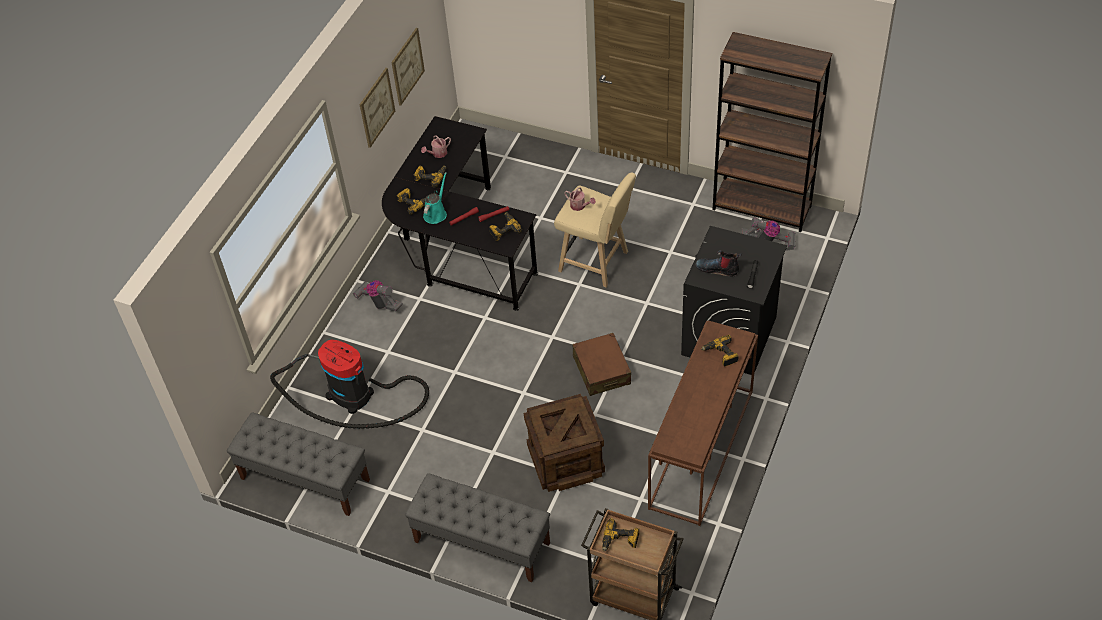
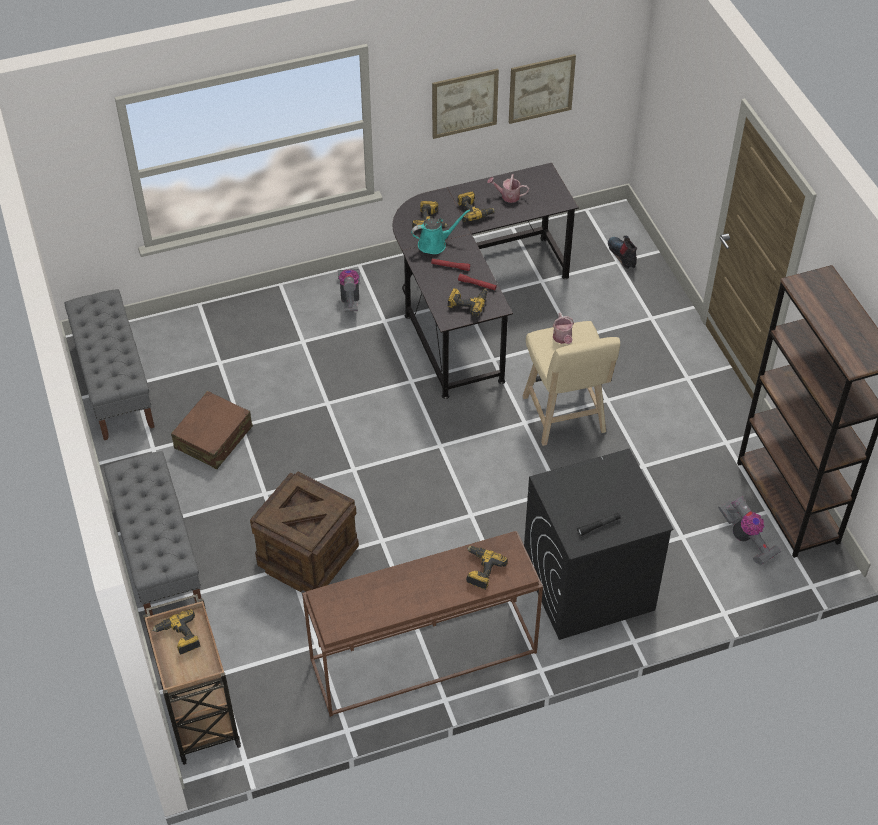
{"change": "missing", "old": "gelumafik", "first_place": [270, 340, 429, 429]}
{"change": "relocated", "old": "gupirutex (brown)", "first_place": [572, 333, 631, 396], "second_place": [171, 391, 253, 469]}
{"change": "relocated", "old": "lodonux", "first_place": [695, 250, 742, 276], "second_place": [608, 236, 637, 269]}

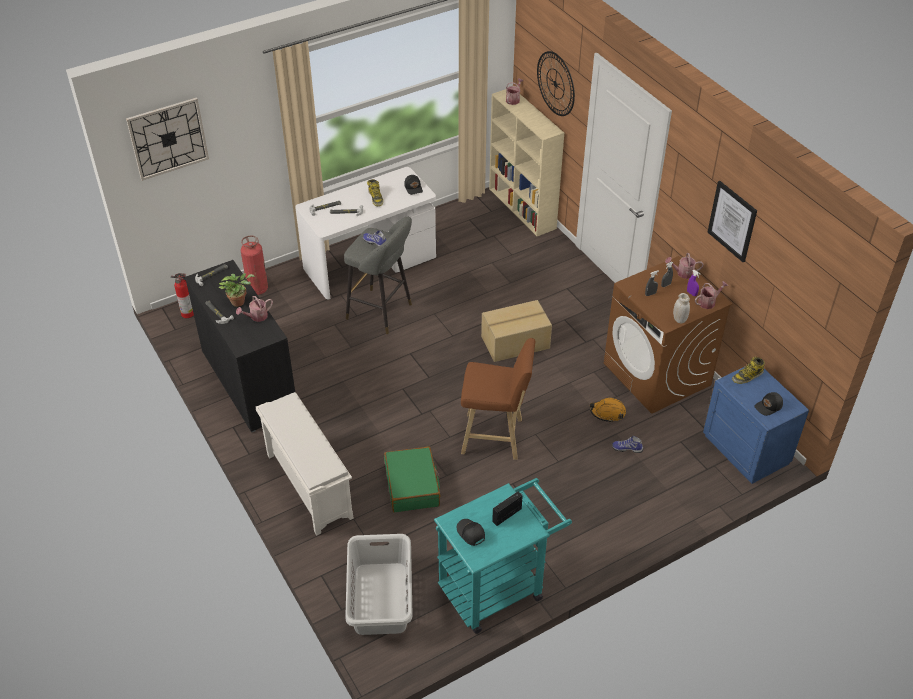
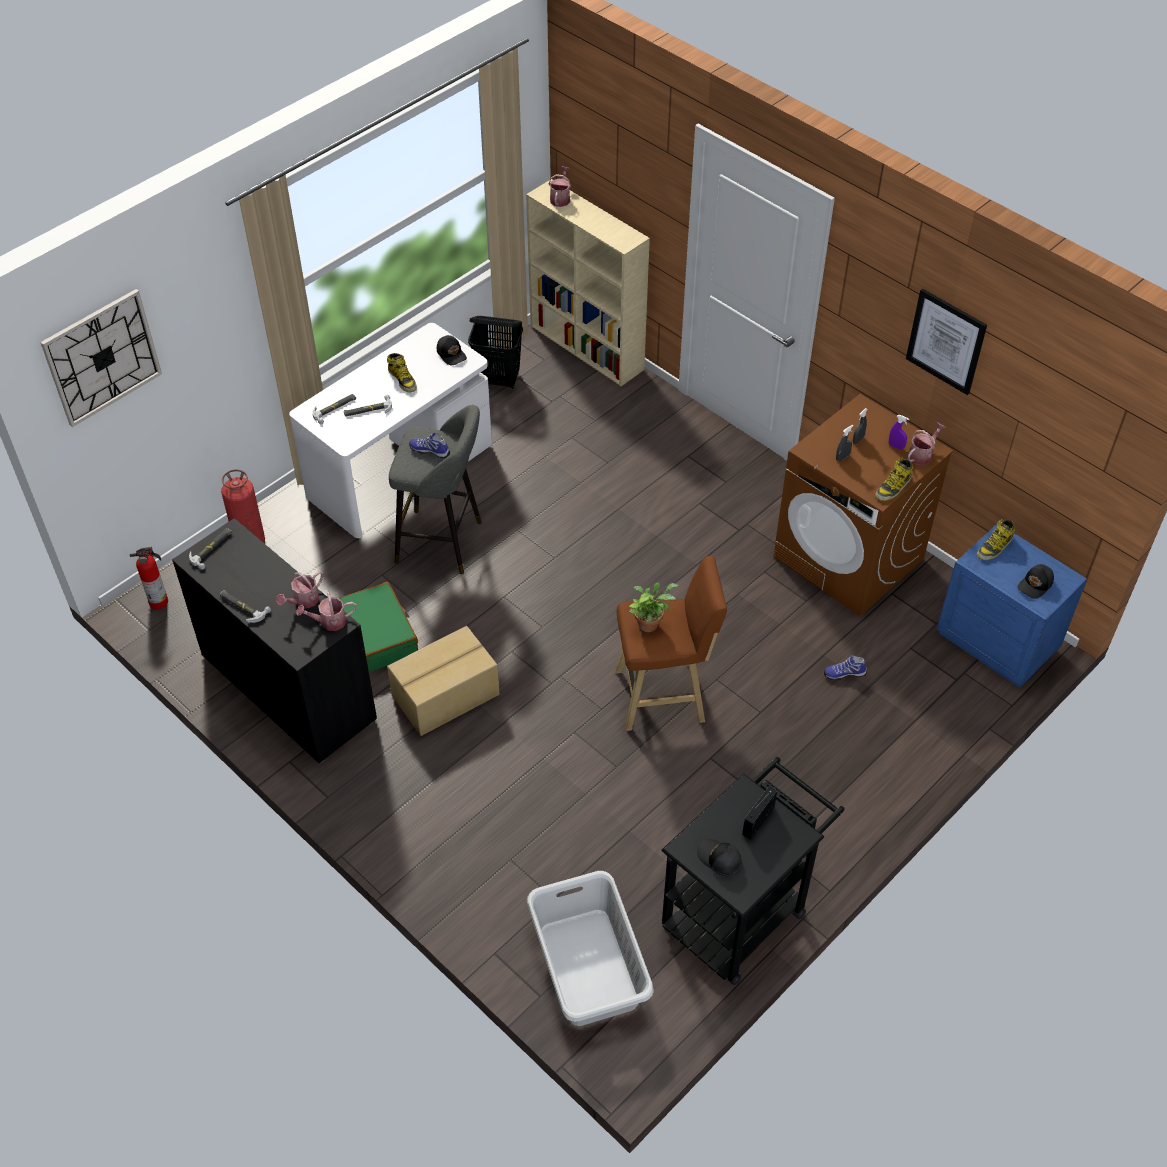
{"change": "missing", "old": "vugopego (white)", "first_place": [256, 392, 353, 536]}
{"change": "missing", "old": "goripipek", "first_place": [537, 51, 575, 116]}
{"change": "missing", "old": "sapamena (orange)", "first_place": [590, 398, 626, 423]}
{"change": "appeared", "new": "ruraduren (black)", "second_place": [468, 316, 523, 389]}
{"change": "relocated", "old": "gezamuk", "first_place": [219, 273, 255, 307], "second_place": [629, 583, 679, 632]}
{"change": "relocated", "old": "gupirutex (green)", "first_place": [384, 446, 440, 512], "second_place": [339, 582, 418, 672]}
{"change": "relocated", "old": "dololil", "first_place": [481, 300, 552, 362], "second_place": [387, 626, 499, 736]}
{"change": "relocated", "old": "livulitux", "first_place": [665, 253, 704, 279], "second_place": [296, 593, 357, 631]}
{"change": "exchanged", "old": "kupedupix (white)", "new": "lodonux", "first_place": [673, 293, 690, 323], "second_place": [875, 459, 913, 501]}
{"change": "colour", "old": "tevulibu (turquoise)", "new": "tevulibu (black)", "first_place": [434, 478, 572, 634], "second_place": [662, 757, 845, 985]}

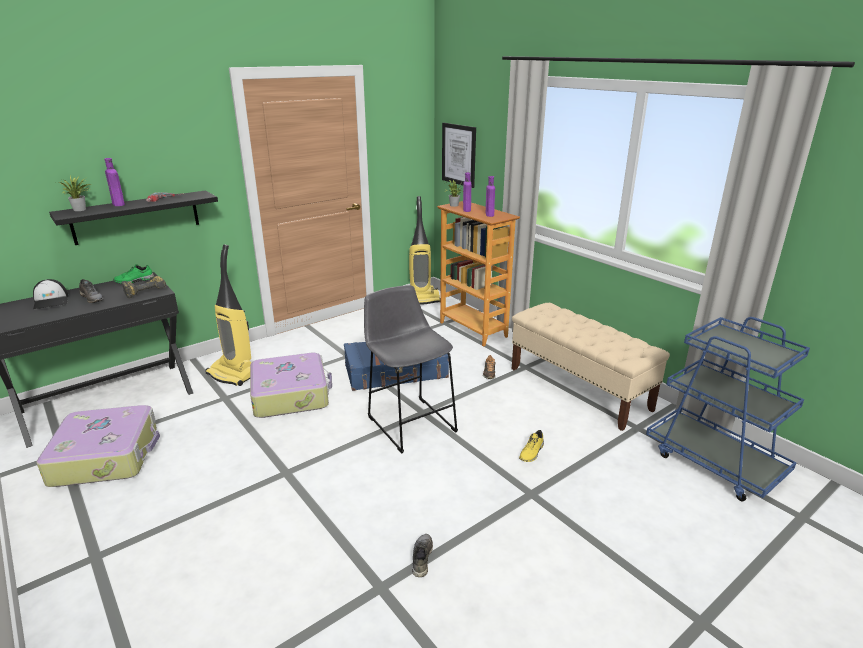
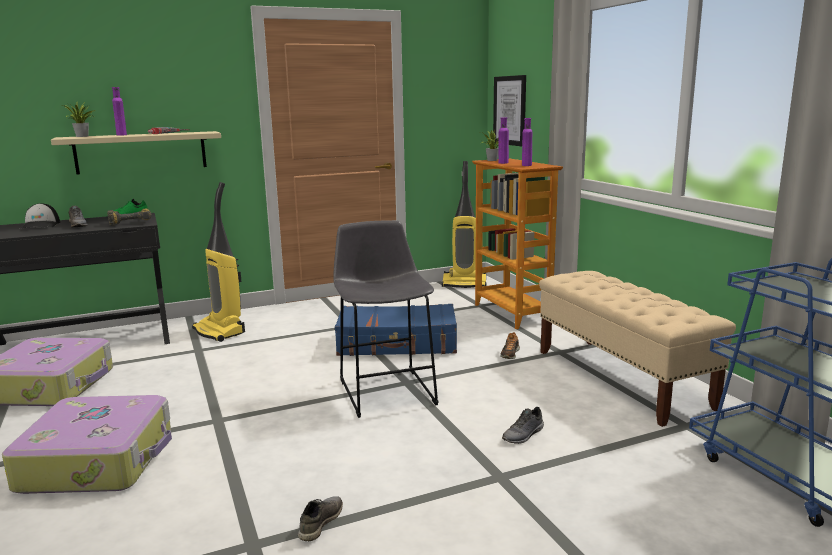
{"change": "relocated", "old": "gupirutex", "first_place": [250, 352, 332, 418], "second_place": [2, 395, 172, 494]}
{"change": "colour", "old": "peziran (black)", "new": "peziran (beige)", "first_place": [49, 191, 218, 245], "second_place": [51, 131, 221, 174]}
{"change": "colour", "old": "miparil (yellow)", "new": "miparil (grey)", "first_place": [519, 430, 544, 462], "second_place": [502, 407, 544, 444]}

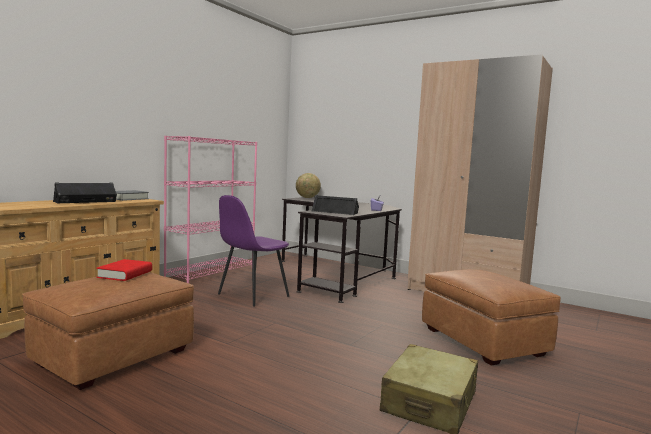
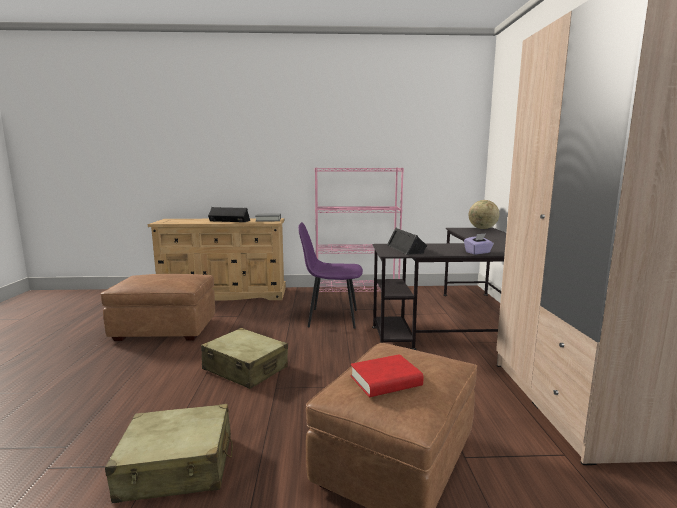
{"change": "appeared", "new": "gupirutex (beige)", "second_place": [201, 328, 288, 389]}
{"change": "relocated", "old": "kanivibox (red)", "first_place": [96, 259, 152, 281], "second_place": [351, 354, 423, 397]}

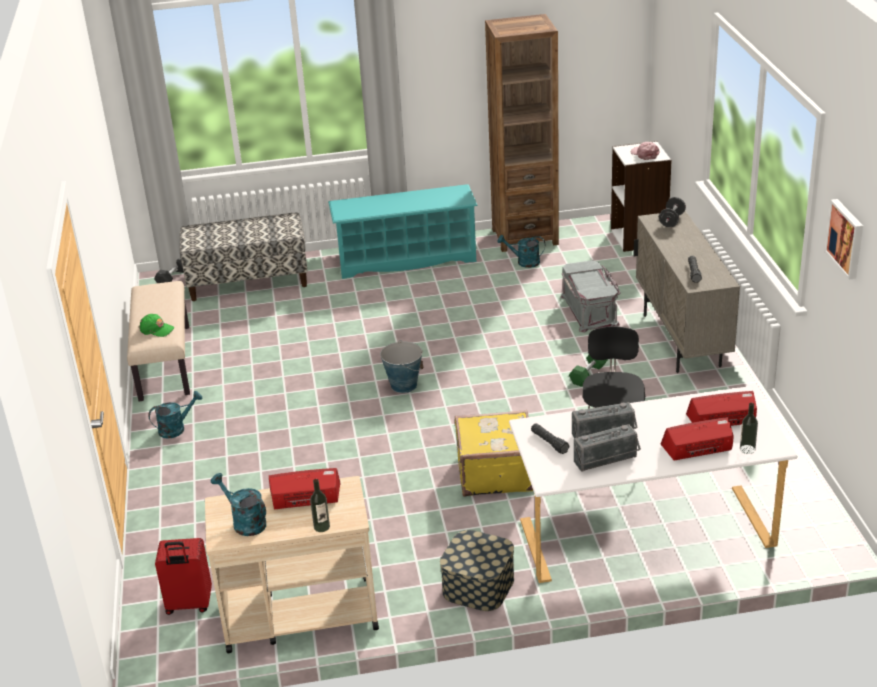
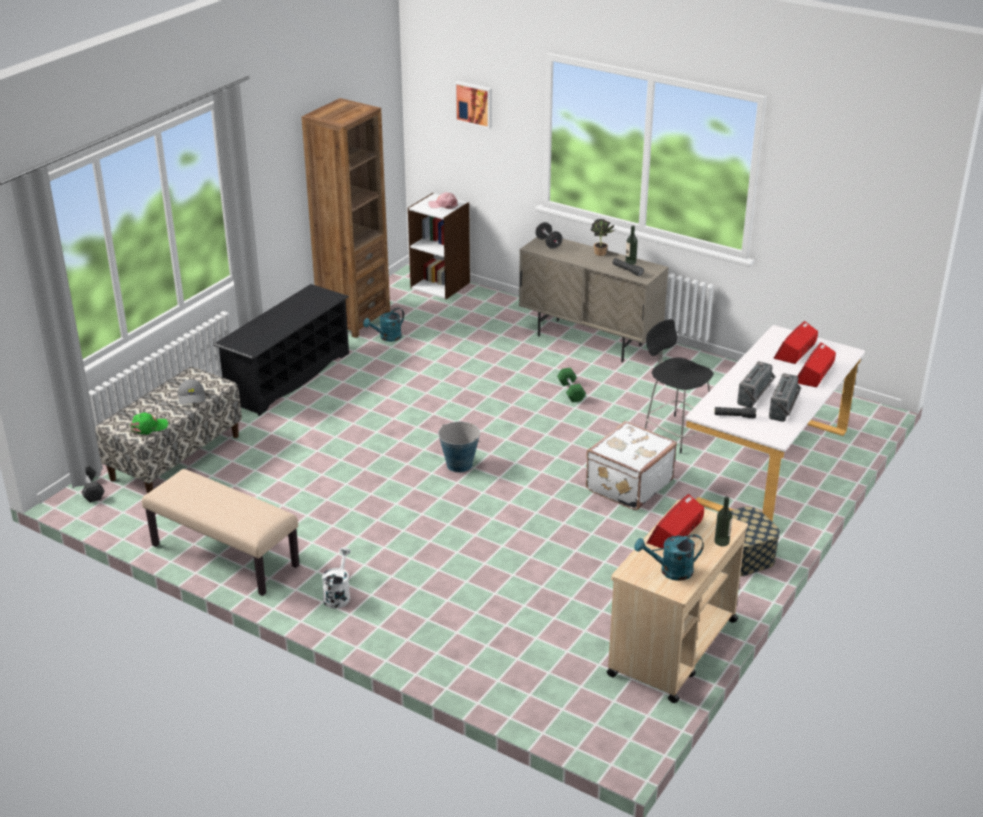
{"change": "missing", "old": "gupirutex (red)", "first_place": [155, 538, 212, 615]}
{"change": "missing", "old": "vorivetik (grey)", "first_place": [560, 260, 621, 333]}
{"change": "appeared", "new": "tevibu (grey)", "second_place": [178, 379, 205, 405]}
{"change": "appeared", "new": "gezamuk", "second_place": [591, 219, 616, 256]}
{"change": "relocated", "old": "tevibu (green)", "first_place": [139, 314, 174, 337], "second_place": [130, 412, 168, 435]}
{"change": "relocated", "old": "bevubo", "first_place": [740, 403, 758, 454], "second_place": [625, 225, 638, 265]}
{"change": "relocated", "old": "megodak", "first_place": [825, 199, 863, 280], "second_place": [454, 81, 492, 129]}
{"change": "colour", "old": "livulitux (turquoise)", "new": "livulitux (white)", "first_place": [148, 391, 202, 439], "second_place": [322, 547, 351, 609]}
{"change": "colour", "old": "vugopego (turquoise)", "new": "vugopego (black)", "first_place": [328, 184, 478, 279], "second_place": [213, 284, 349, 416]}
{"change": "colour", "old": "gupirutex (yellow)", "new": "gupirutex (white)", "first_place": [455, 410, 533, 497], "second_place": [586, 421, 677, 510]}

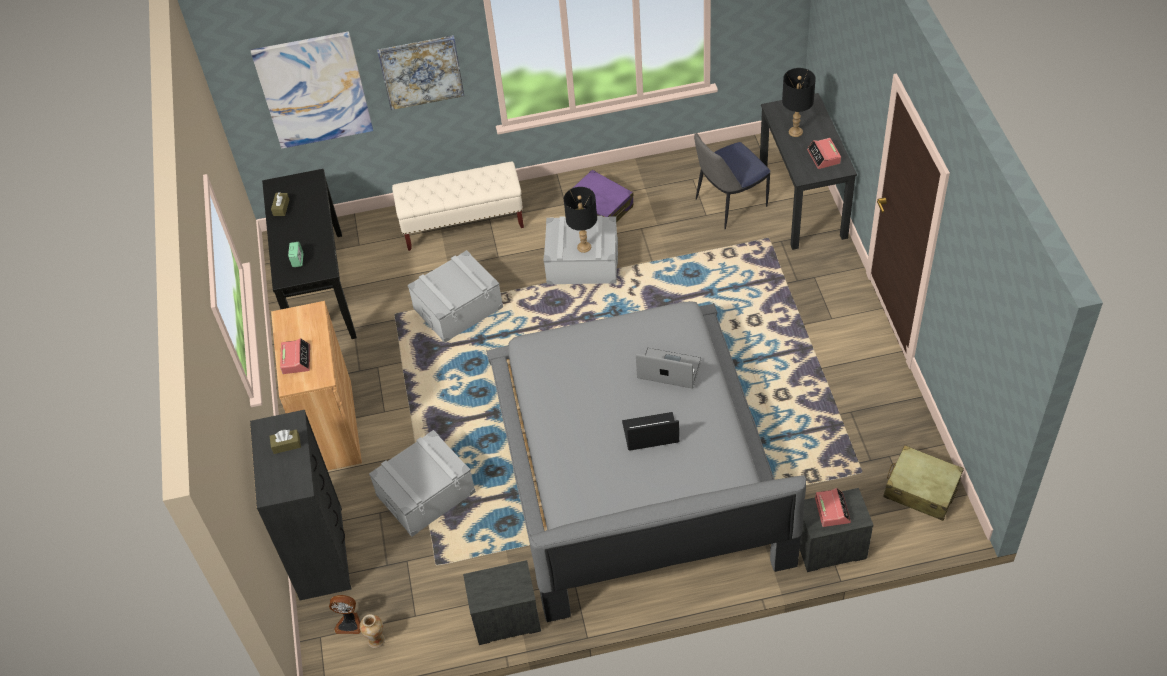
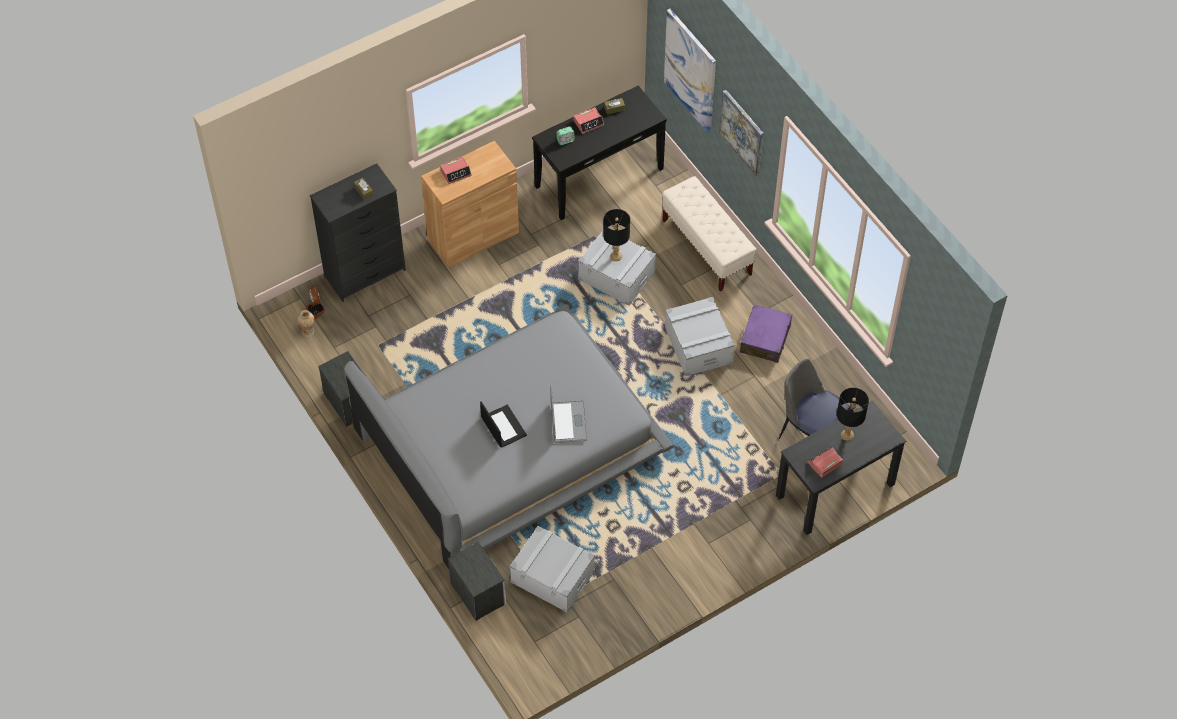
{"change": "missing", "old": "gupirutex (beige)", "first_place": [883, 445, 964, 521]}
{"change": "relocated", "old": "vorivetik (grey)", "first_place": [369, 430, 476, 537], "second_place": [510, 526, 595, 613]}
{"change": "relocated", "old": "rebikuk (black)", "first_place": [564, 187, 597, 253], "second_place": [603, 209, 630, 261]}
{"change": "relocated", "old": "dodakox", "first_place": [815, 488, 851, 527], "second_place": [574, 107, 604, 134]}

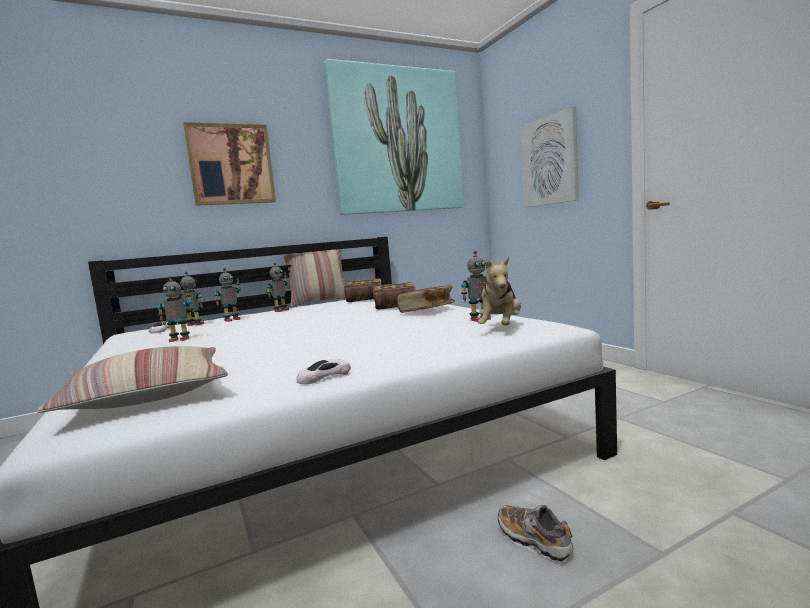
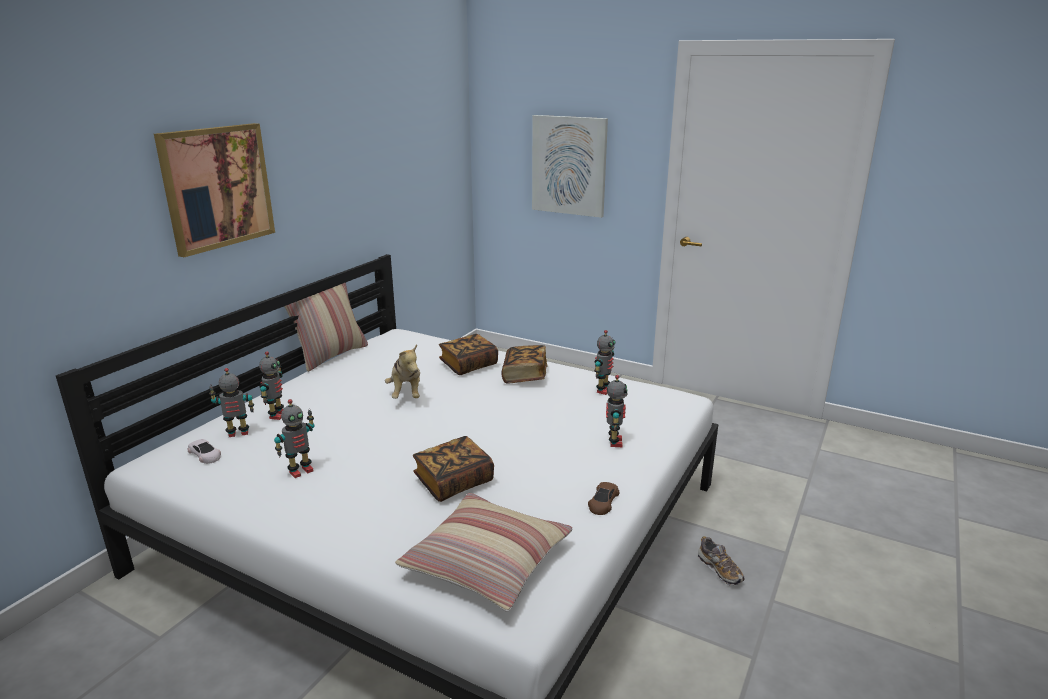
{"change": "missing", "old": "megodak", "first_place": [324, 59, 464, 215]}
{"change": "relocated", "old": "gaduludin", "first_place": [266, 262, 289, 312], "second_place": [606, 375, 628, 447]}
{"change": "relocated", "old": "kanivibox", "first_place": [344, 279, 381, 302], "second_place": [413, 436, 494, 502]}
{"change": "relocated", "old": "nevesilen", "first_place": [478, 257, 521, 325], "second_place": [385, 345, 420, 399]}
{"change": "colour", "old": "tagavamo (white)", "new": "tagavamo (brown)", "first_place": [296, 359, 351, 384], "second_place": [588, 482, 619, 515]}
{"change": "spun", "old": "miparil", "first_place": [498, 505, 573, 563], "second_place": [698, 536, 745, 586], "degrees": -135}

